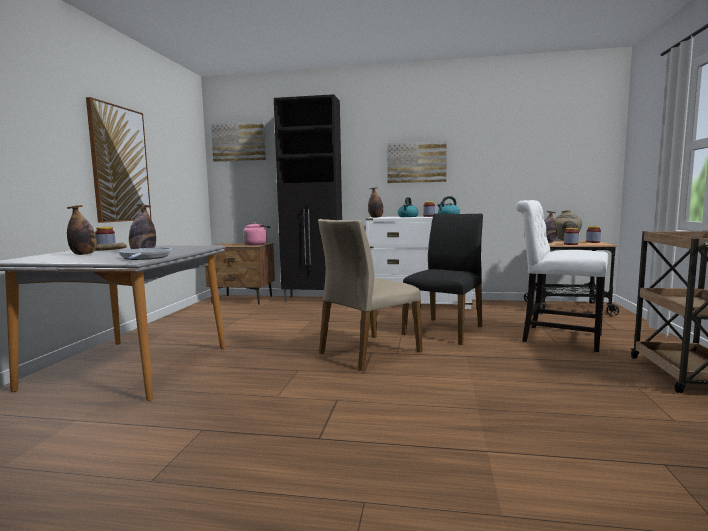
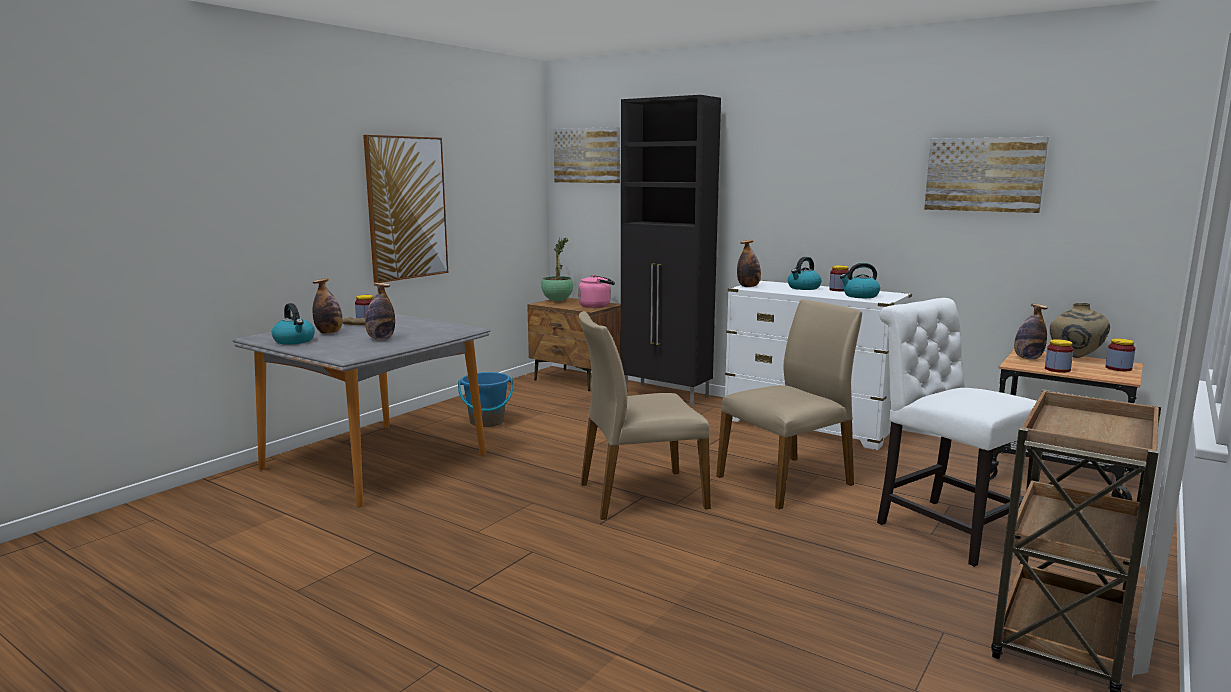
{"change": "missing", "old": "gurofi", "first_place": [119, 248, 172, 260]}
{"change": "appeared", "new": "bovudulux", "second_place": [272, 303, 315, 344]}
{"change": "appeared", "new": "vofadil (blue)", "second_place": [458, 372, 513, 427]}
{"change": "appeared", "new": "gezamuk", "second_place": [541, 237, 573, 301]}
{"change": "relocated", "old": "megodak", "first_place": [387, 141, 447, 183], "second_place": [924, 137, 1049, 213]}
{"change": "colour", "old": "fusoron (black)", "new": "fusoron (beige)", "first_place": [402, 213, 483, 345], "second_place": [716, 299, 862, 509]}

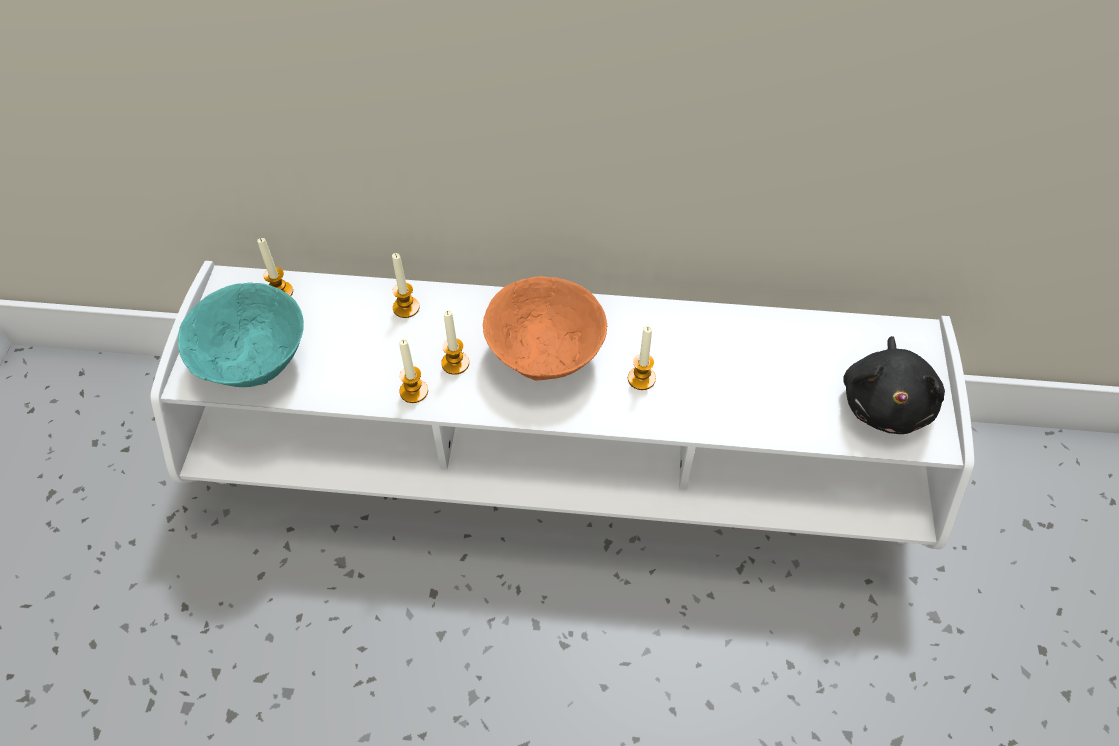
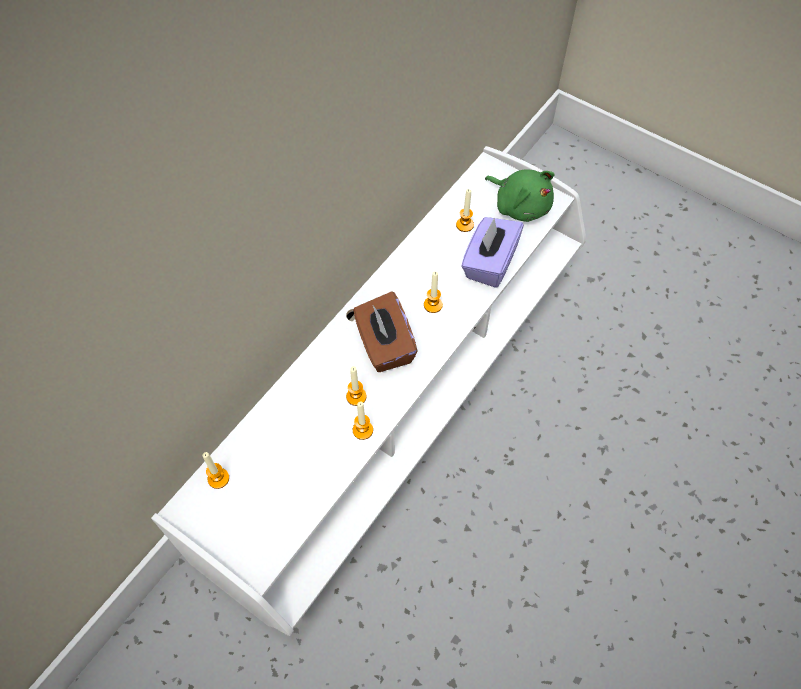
{"change": "missing", "old": "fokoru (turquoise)", "first_place": [178, 282, 304, 387]}
{"change": "appeared", "new": "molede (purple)", "second_place": [461, 217, 524, 288]}
{"change": "relocated", "old": "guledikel", "first_place": [392, 253, 420, 318], "second_place": [456, 189, 474, 232]}
{"change": "exchanged", "old": "fokoru (orange)", "new": "molede (brown)", "first_place": [483, 276, 607, 380], "second_place": [353, 291, 418, 372]}
{"change": "colour", "old": "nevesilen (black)", "new": "nevesilen (green)", "first_place": [843, 336, 945, 434], "second_place": [485, 169, 554, 222]}

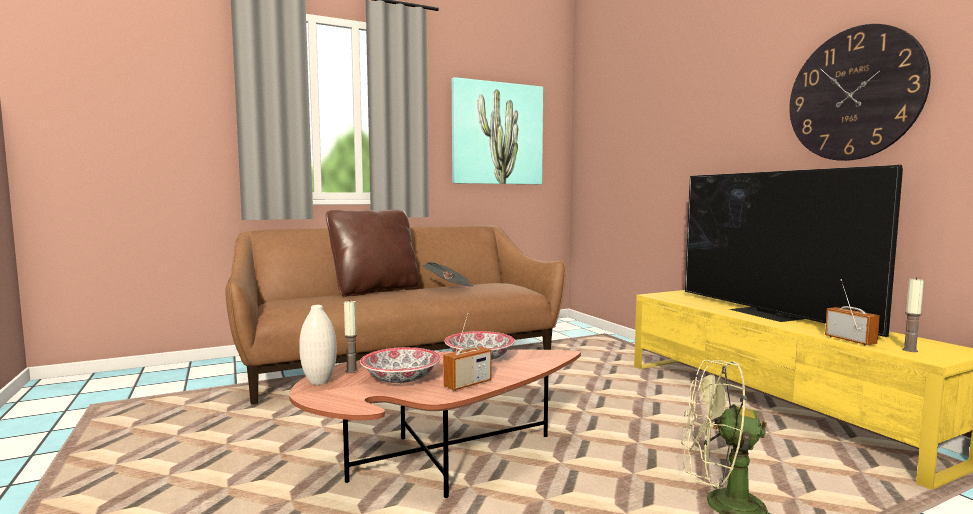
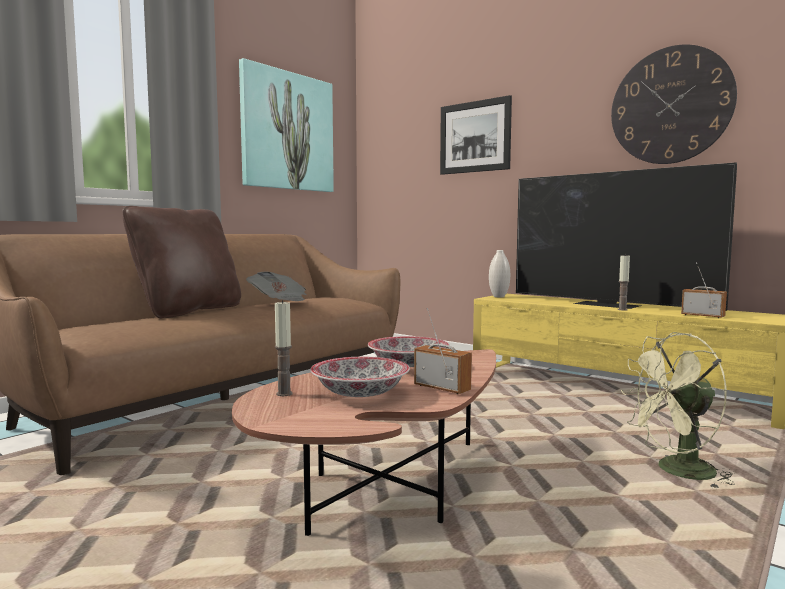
{"change": "appeared", "new": "megodak", "second_place": [440, 95, 512, 175]}
{"change": "relocated", "old": "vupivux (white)", "first_place": [299, 305, 337, 385], "second_place": [489, 250, 510, 297]}
{"change": "relocated", "old": "guledikel", "first_place": [902, 277, 924, 352], "second_place": [618, 254, 630, 310]}
{"change": "spun", "old": "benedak", "first_place": [443, 313, 491, 391], "second_place": [414, 308, 472, 394], "degrees": -75}

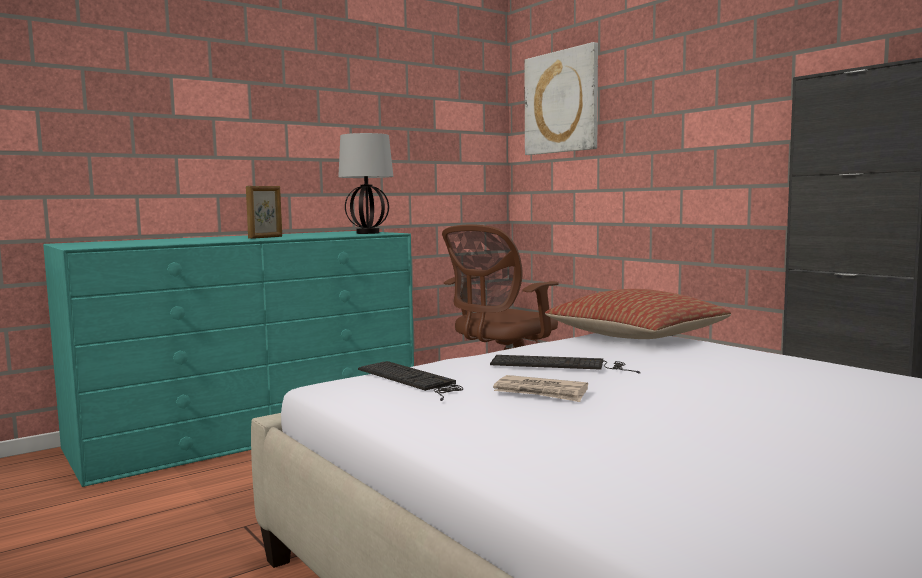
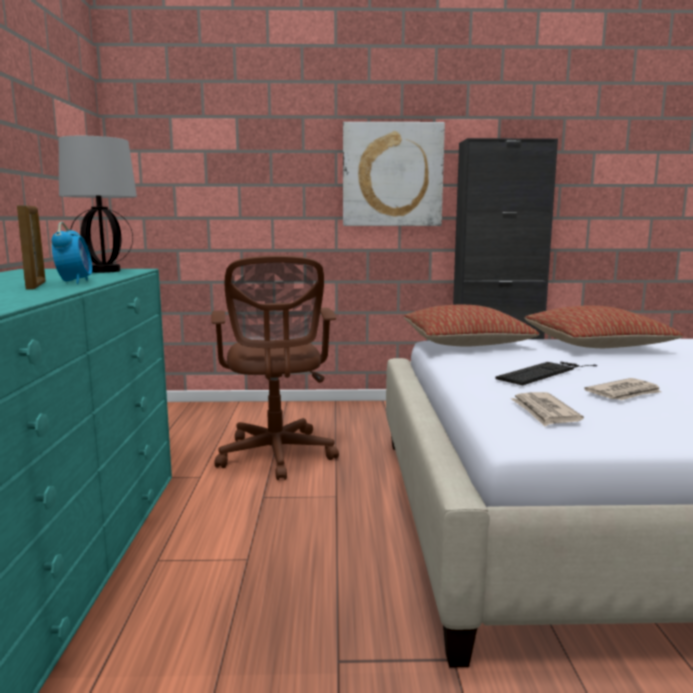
{"change": "appeared", "new": "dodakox", "second_place": [52, 222, 92, 284]}
{"change": "appeared", "new": "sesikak", "second_place": [524, 306, 683, 348]}
{"change": "relocated", "old": "megodak", "first_place": [524, 42, 598, 155], "second_place": [343, 122, 445, 226]}
{"change": "exchanged", "old": "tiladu", "new": "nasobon", "first_place": [358, 361, 463, 401], "second_place": [510, 392, 584, 426]}

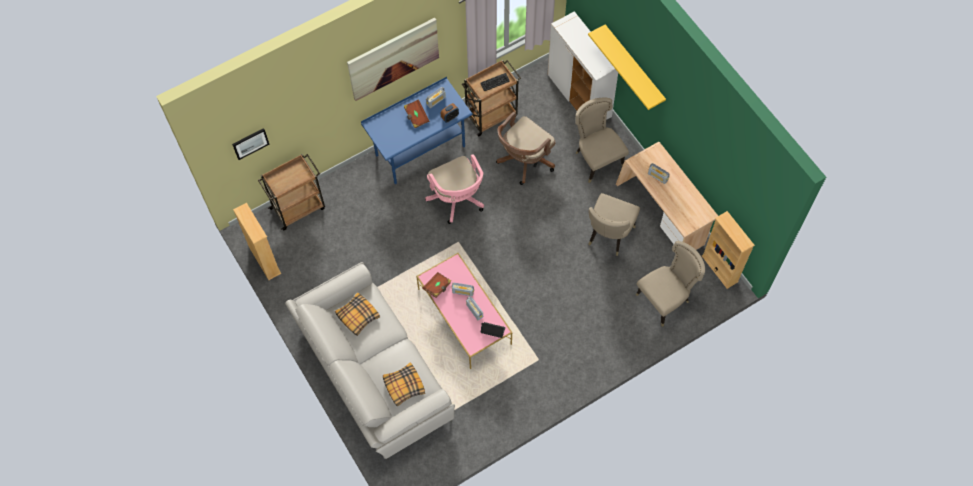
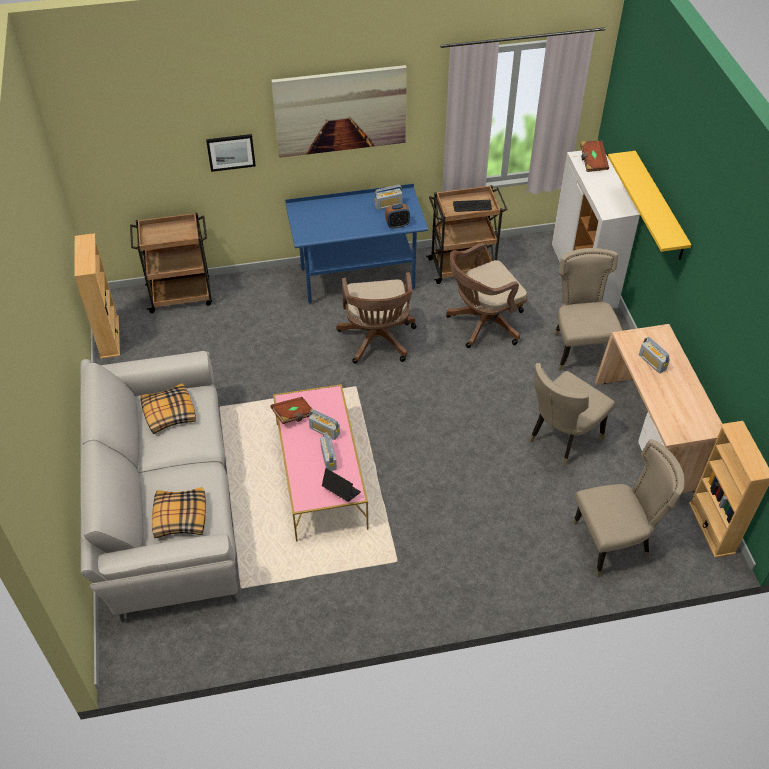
{"change": "relocated", "old": "megodak", "first_place": [232, 128, 269, 160], "second_place": [206, 134, 256, 172]}
{"change": "relocated", "old": "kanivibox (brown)", "first_place": [404, 99, 429, 128], "second_place": [580, 140, 609, 172]}
{"change": "colour", "old": "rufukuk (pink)", "new": "rufukuk (brown)", "first_place": [425, 154, 484, 224], "second_place": [336, 272, 416, 364]}

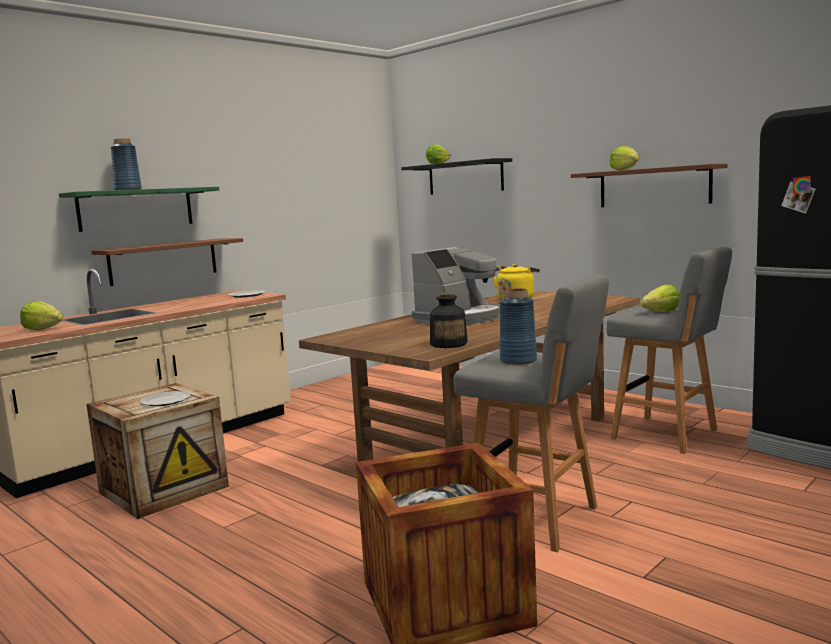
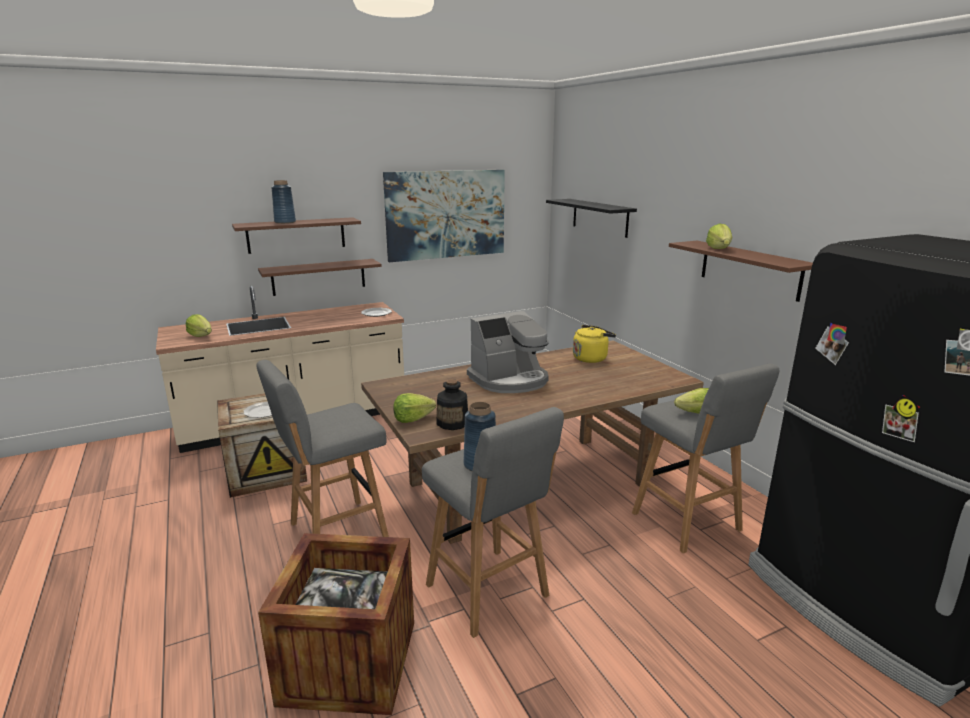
{"change": "appeared", "new": "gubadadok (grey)", "second_place": [256, 360, 389, 537]}
{"change": "appeared", "new": "megodak", "second_place": [383, 170, 505, 262]}
{"change": "relocated", "old": "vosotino", "first_place": [426, 144, 450, 164], "second_place": [393, 393, 436, 423]}
{"change": "colour", "old": "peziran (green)", "new": "peziran (brown)", "first_place": [59, 187, 219, 232], "second_place": [232, 217, 361, 254]}

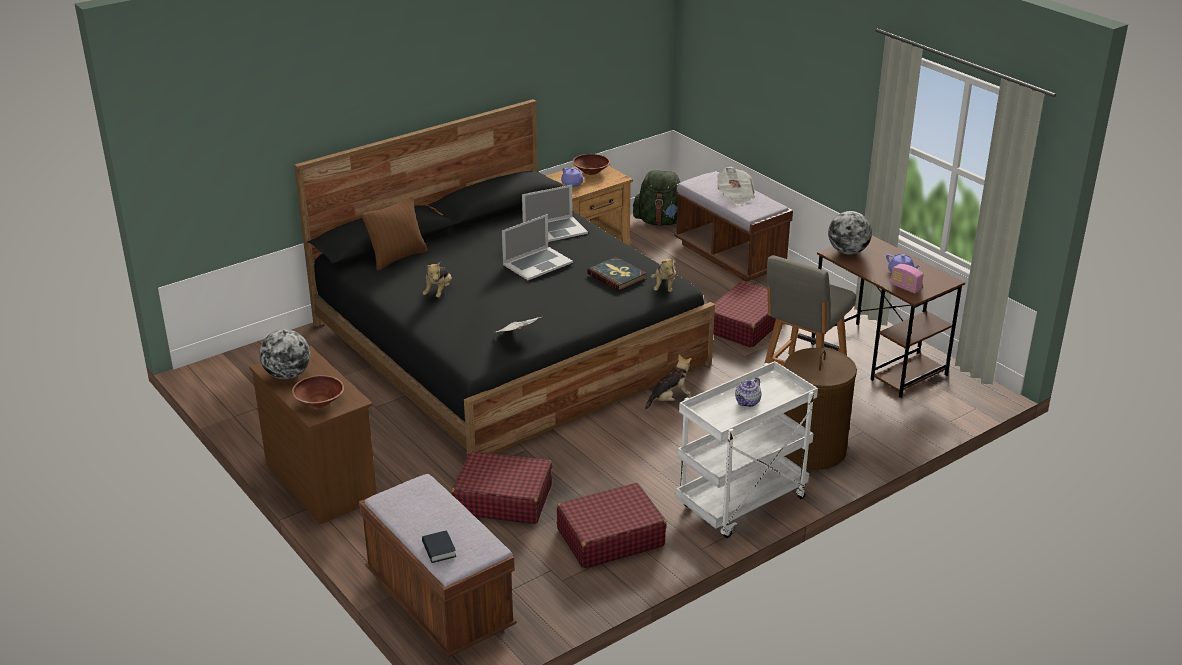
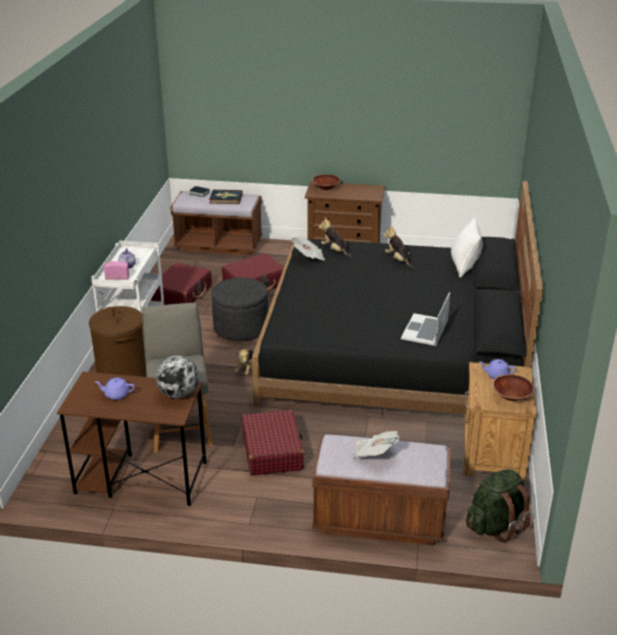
{"change": "missing", "old": "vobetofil", "first_place": [259, 329, 310, 379]}
{"change": "missing", "old": "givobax", "first_place": [502, 214, 573, 280]}
{"change": "appeared", "new": "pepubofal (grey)", "second_place": [211, 277, 268, 341]}
{"change": "relocated", "old": "kanivibox", "first_place": [587, 257, 647, 291], "second_place": [209, 190, 243, 204]}
{"change": "relocated", "old": "nevesilen", "first_place": [651, 256, 676, 292], "second_place": [319, 217, 352, 258]}
{"change": "relocated", "old": "benedak", "first_place": [890, 264, 924, 293], "second_place": [104, 261, 129, 280]}
{"change": "colour", "old": "sesikak (brown)", "new": "sesikak (white)", "first_place": [362, 196, 428, 271], "second_place": [451, 218, 483, 278]}

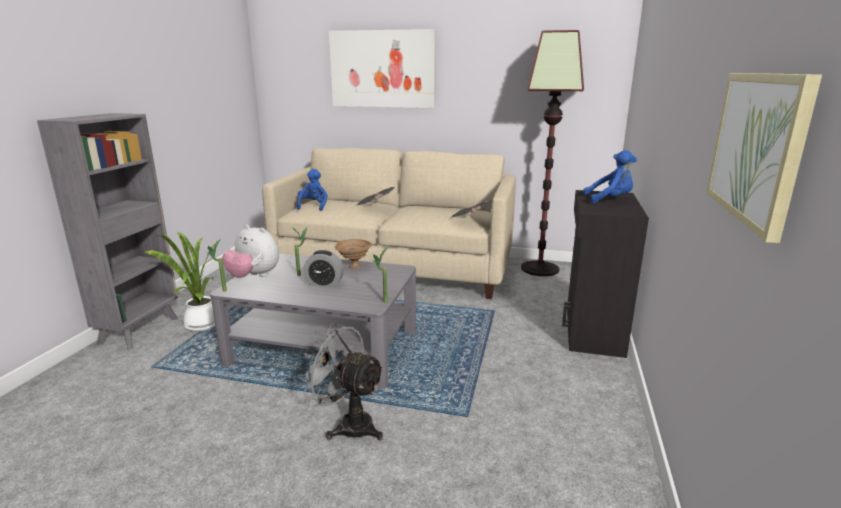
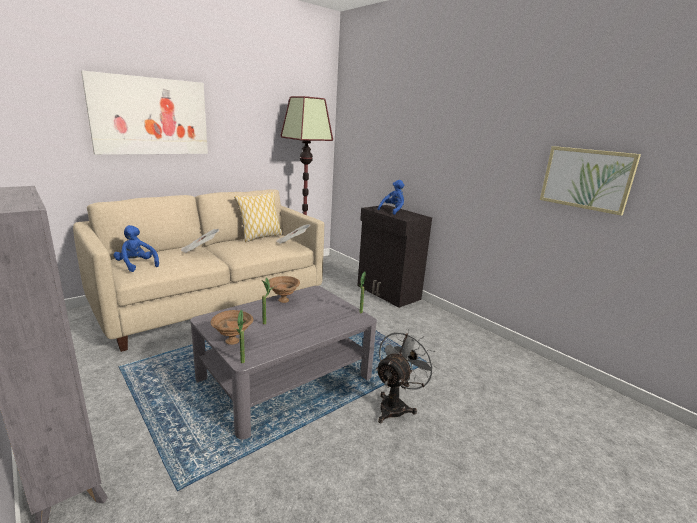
{"change": "missing", "old": "gezamuk", "first_place": [145, 231, 215, 331]}
{"change": "missing", "old": "dodakox", "first_place": [303, 250, 344, 287]}
{"change": "appeared", "new": "sesikak", "second_place": [234, 192, 283, 242]}
{"change": "exchanged", "old": "nevesilen", "new": "fokoru (brown)", "first_place": [222, 225, 279, 278], "second_place": [211, 310, 253, 345]}
{"change": "spun", "old": "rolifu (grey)", "first_place": [297, 323, 385, 440], "second_place": [375, 328, 437, 423], "degrees": 150}

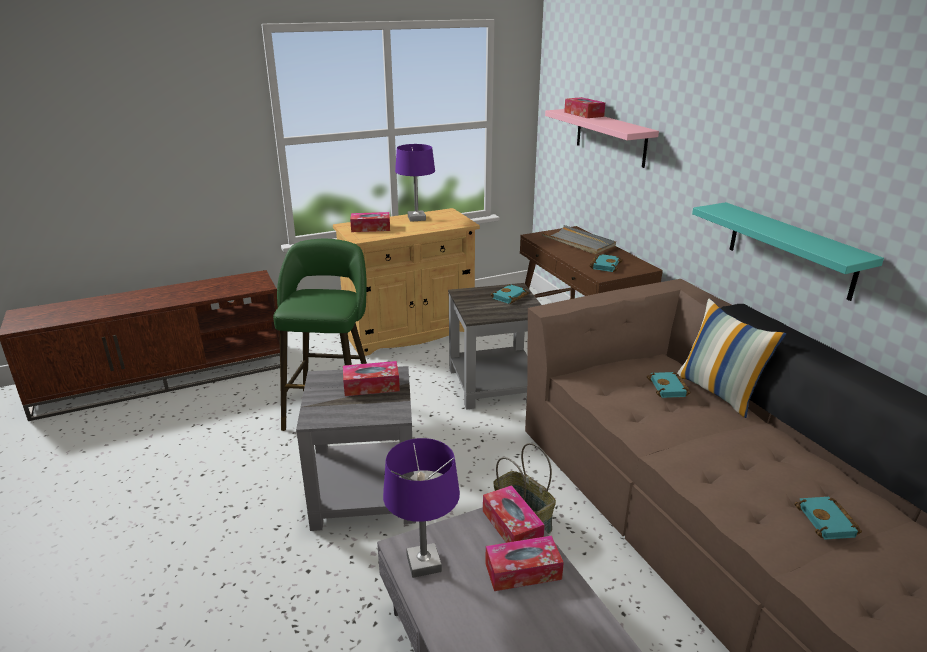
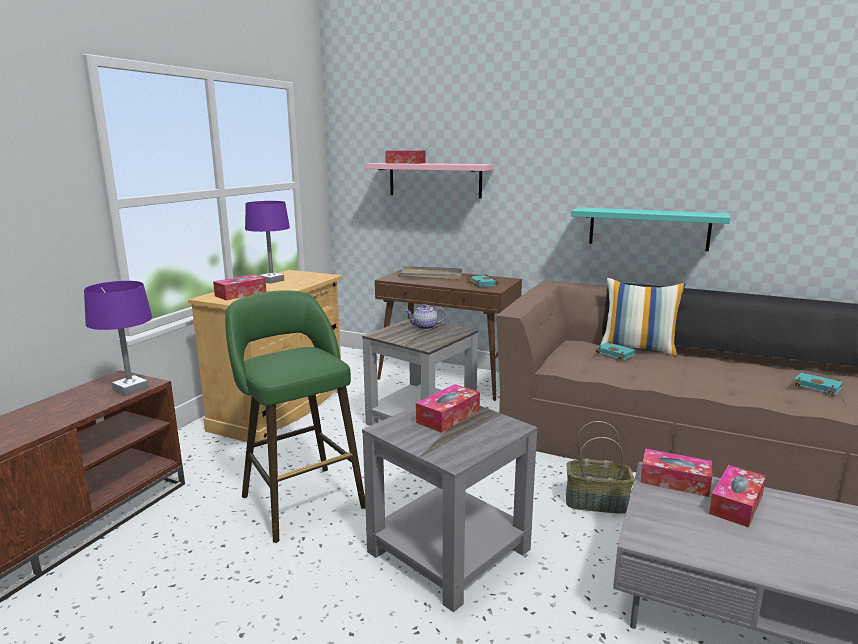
{"change": "relocated", "old": "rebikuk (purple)", "first_place": [383, 438, 460, 578], "second_place": [84, 281, 152, 396]}
{"change": "exchanged", "old": "kanivibox (turquoise)", "new": "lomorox", "first_place": [491, 284, 529, 304], "second_place": [406, 304, 445, 330]}

